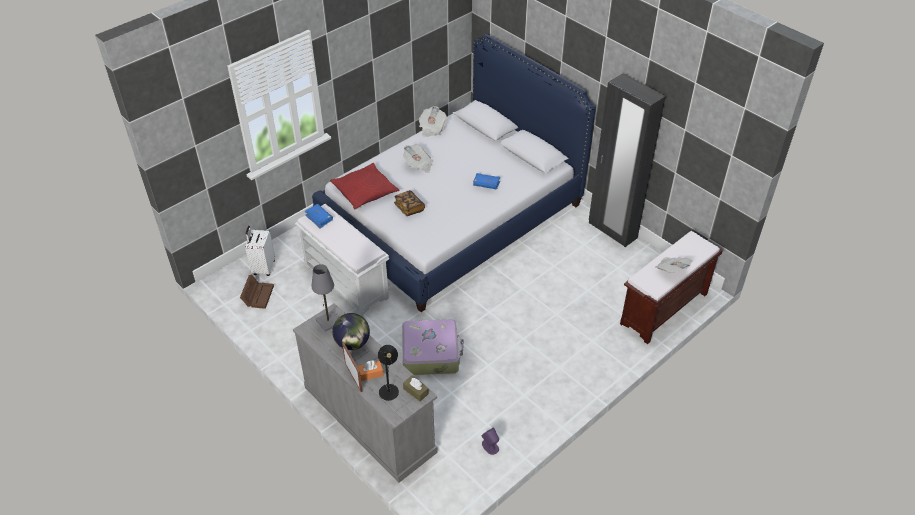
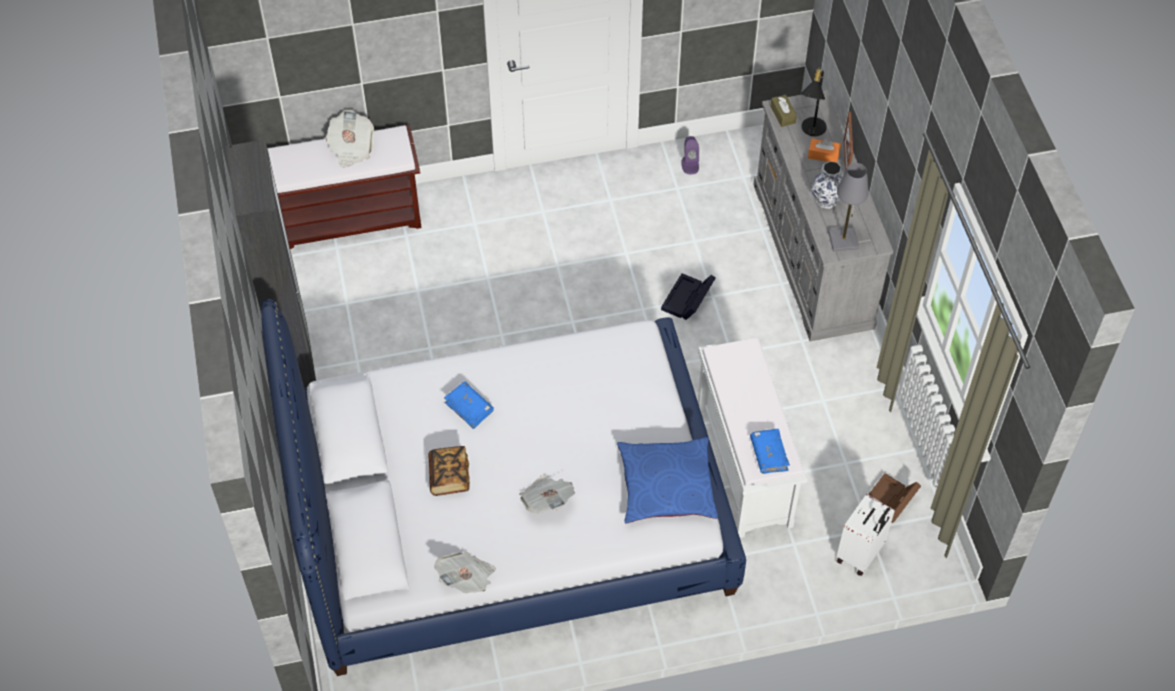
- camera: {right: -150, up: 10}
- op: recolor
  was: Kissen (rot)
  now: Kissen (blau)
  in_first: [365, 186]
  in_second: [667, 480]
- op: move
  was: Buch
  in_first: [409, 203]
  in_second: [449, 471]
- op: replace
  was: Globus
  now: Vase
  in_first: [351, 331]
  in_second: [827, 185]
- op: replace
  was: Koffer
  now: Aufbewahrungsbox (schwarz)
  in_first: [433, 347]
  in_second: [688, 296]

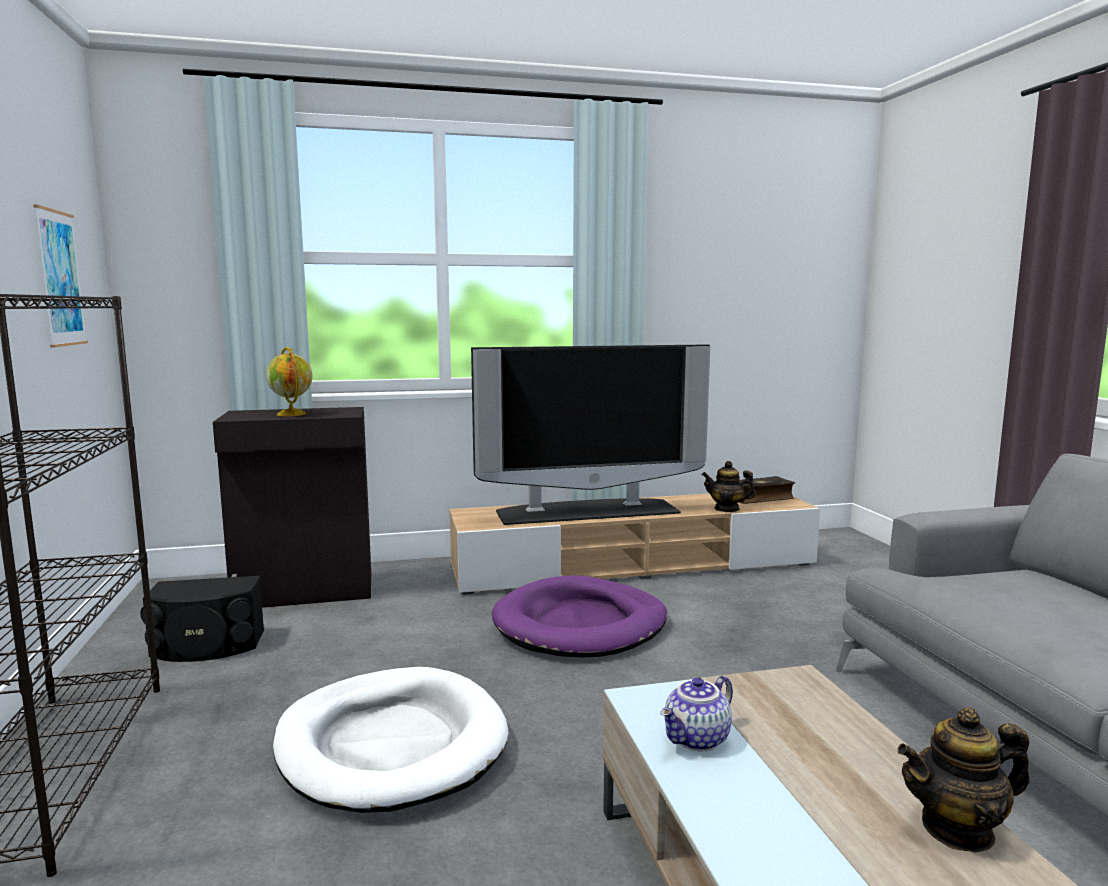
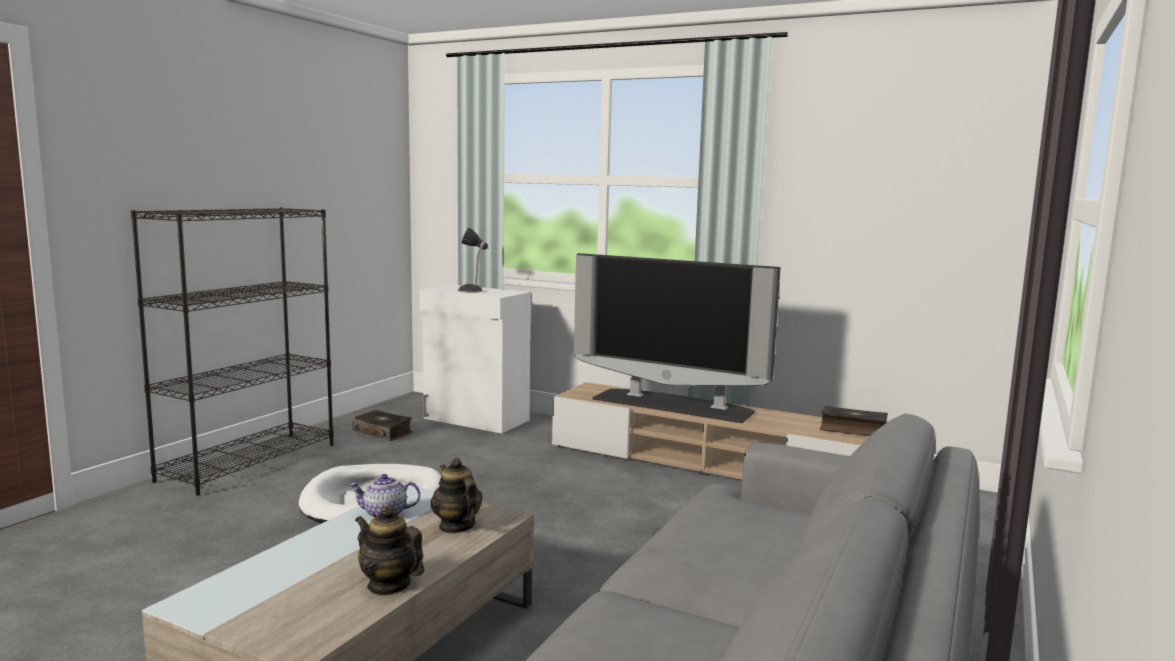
- camera: {right: 40, up: 0}
- op: delete
  was: Bild
  in_first: [61, 276]
- op: replace
  was: Globus
  now: Tischlampe
  in_first: [289, 381]
  in_second: [473, 260]
- op: recolor
  was: Schrank (schwarz)
  now: Schrank (weiß)
  in_first: [292, 507]
  in_second: [475, 359]
- op: move
  was: Teekanne
  in_first: [728, 486]
  in_second: [456, 495]
- op: delete
  was: Hundebett (lila)
  in_first: [579, 616]
- op: replace
  was: Lautsprecher (schwarz)
  now: Buch
  in_first: [202, 619]
  in_second: [382, 425]

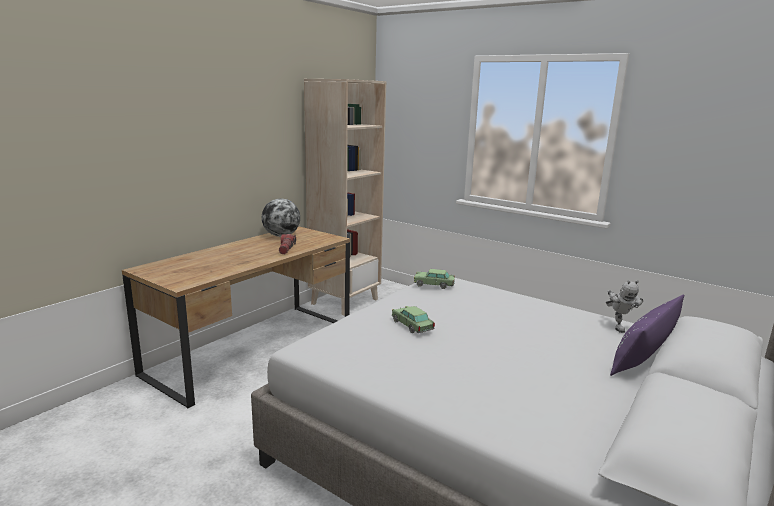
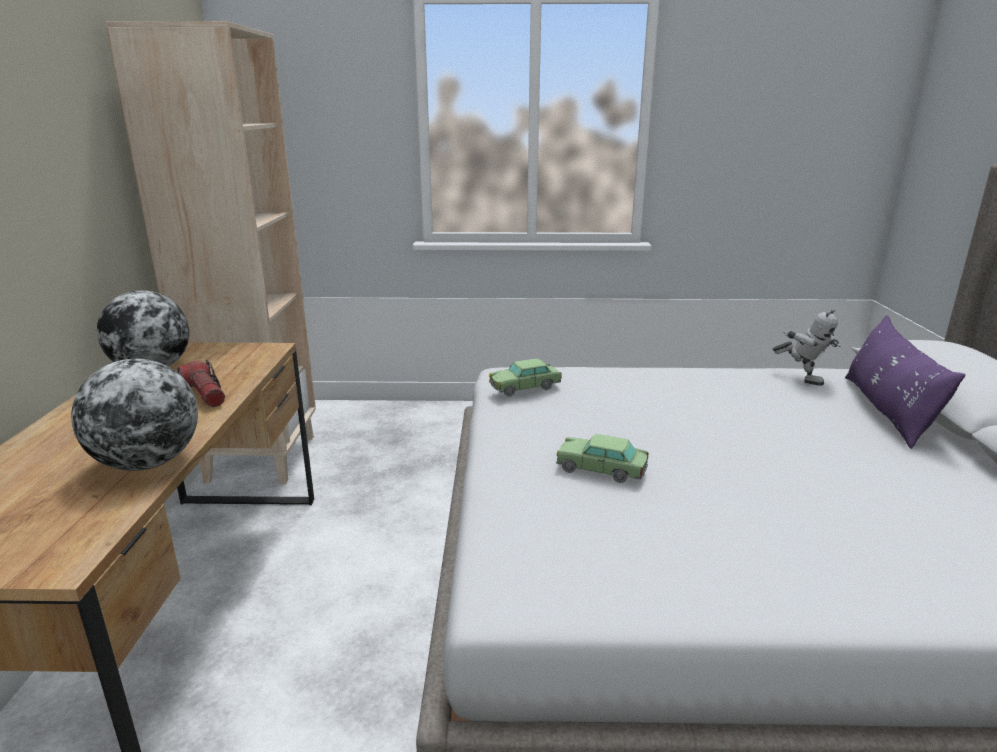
- camera: {right: -35, up: 5}
- op: insert
  now: Globus
  in_second: [134, 415]

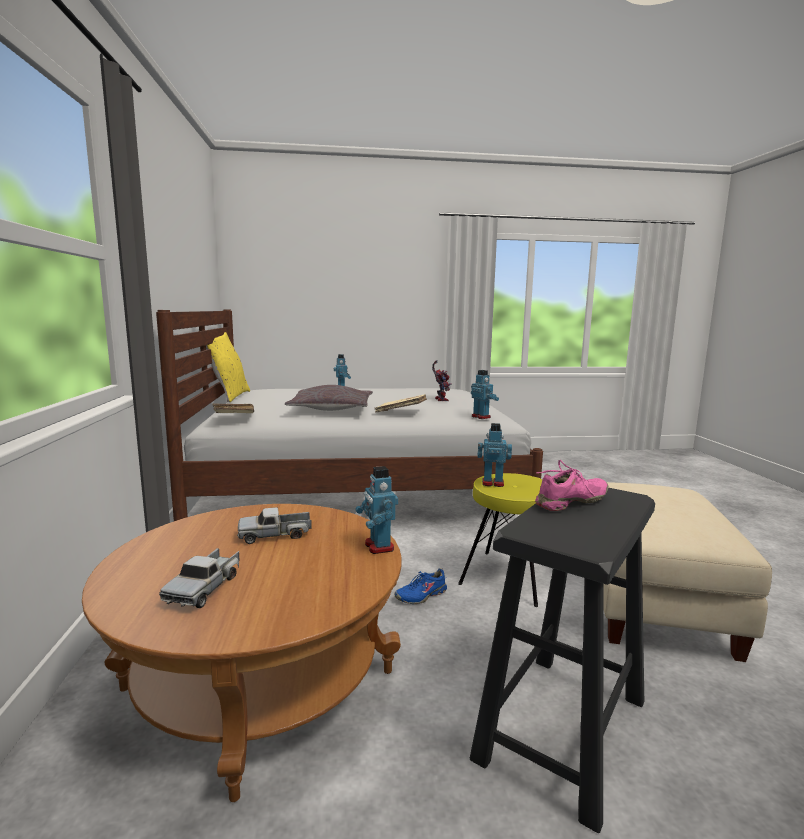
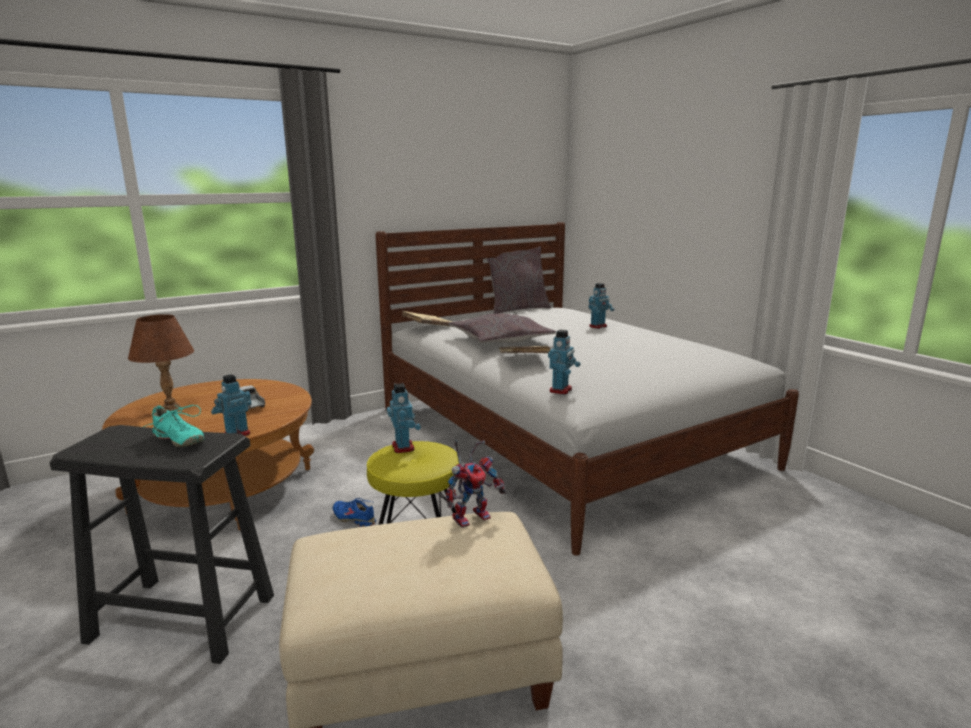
- camera: {right: 65, up: 5}
- op: recolor
  was: Kissen (gelb)
  now: Kissen (grau)
  in_first: [228, 367]
  in_second: [518, 280]
- op: move
  was: Spielzeugroboter
  in_first: [442, 380]
  in_second: [476, 484]
- op: recolor
  was: Schuh (rosa)
  now: Schuh (türkis)
  in_first: [571, 485]
  in_second: [173, 426]
- op: replace
  was: Spielzeuglaster
  now: Tischlampe (braun)
  in_first: [199, 578]
  in_second: [161, 362]

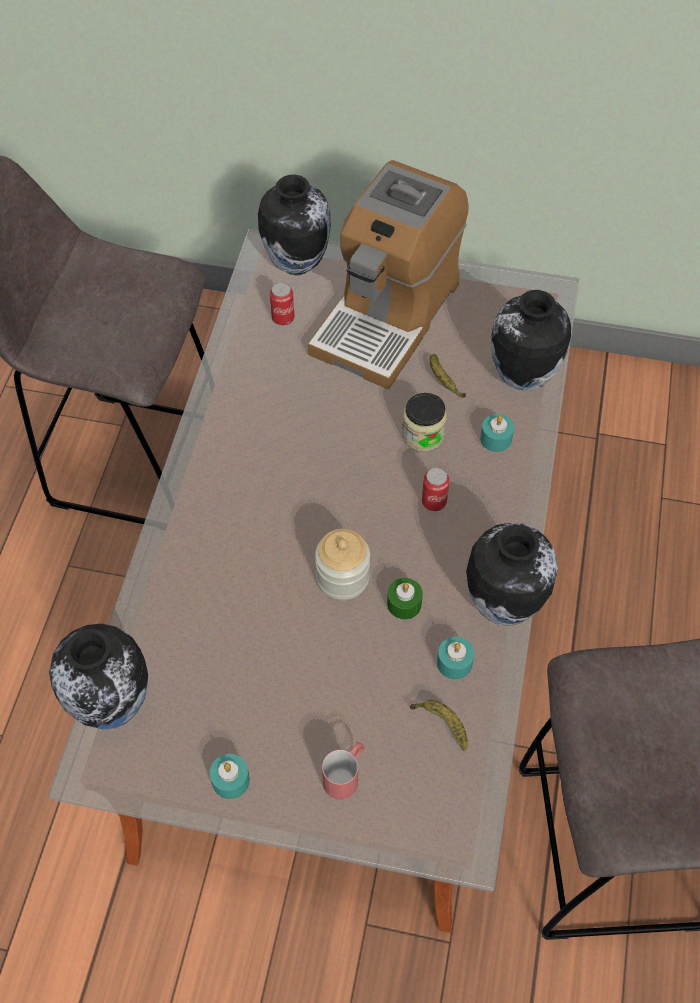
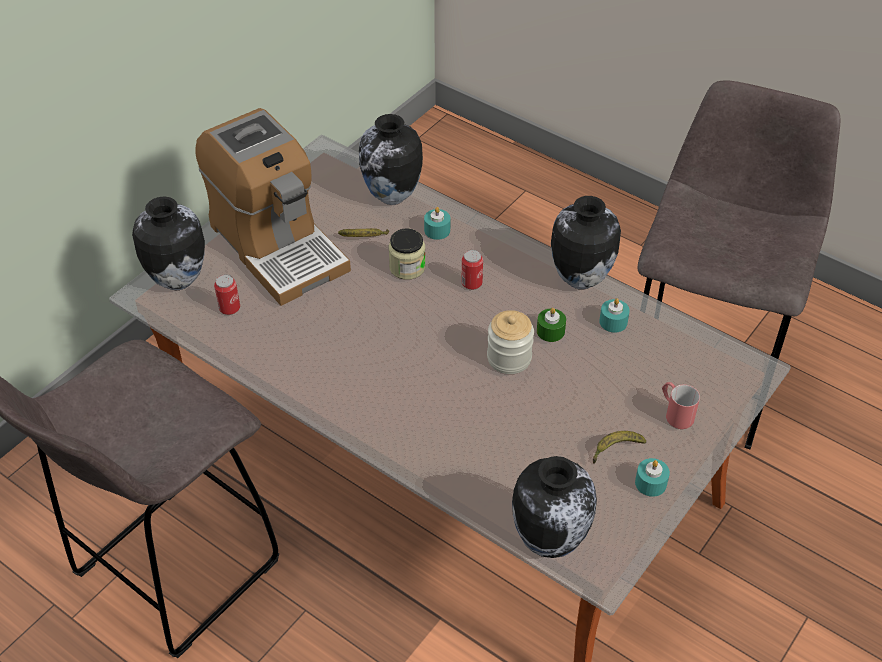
- camera: {right: -65, up: -10}
- op: move
  was: Banane
  in_first: [439, 725]
  in_second: [619, 447]

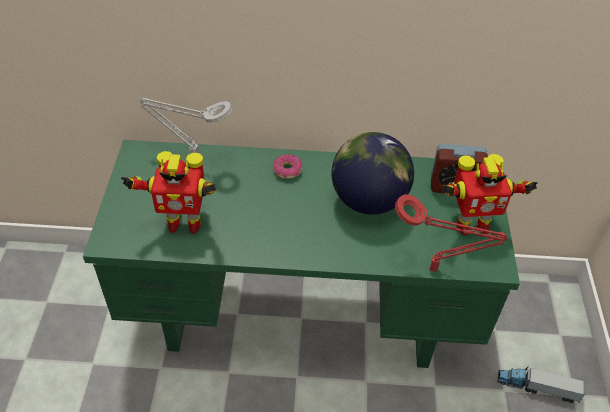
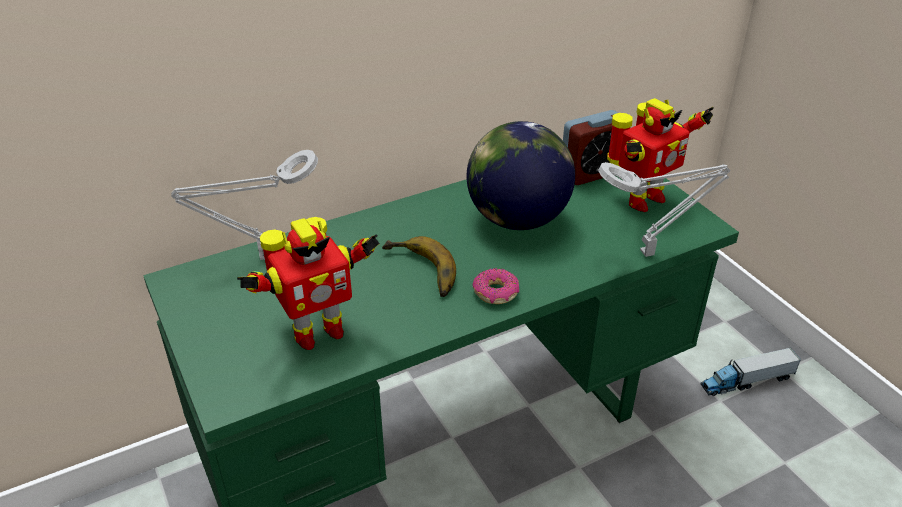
- camera: {right: -30, up: -10}
- op: move
  was: Donut
  in_first: [288, 166]
  in_second: [496, 286]
- op: recolor
  was: Tischlampe (rot)
  now: Tischlampe (grau)
  in_first: [451, 233]
  in_second: [664, 209]
- op: insert
  now: Banane
  in_second: [419, 266]

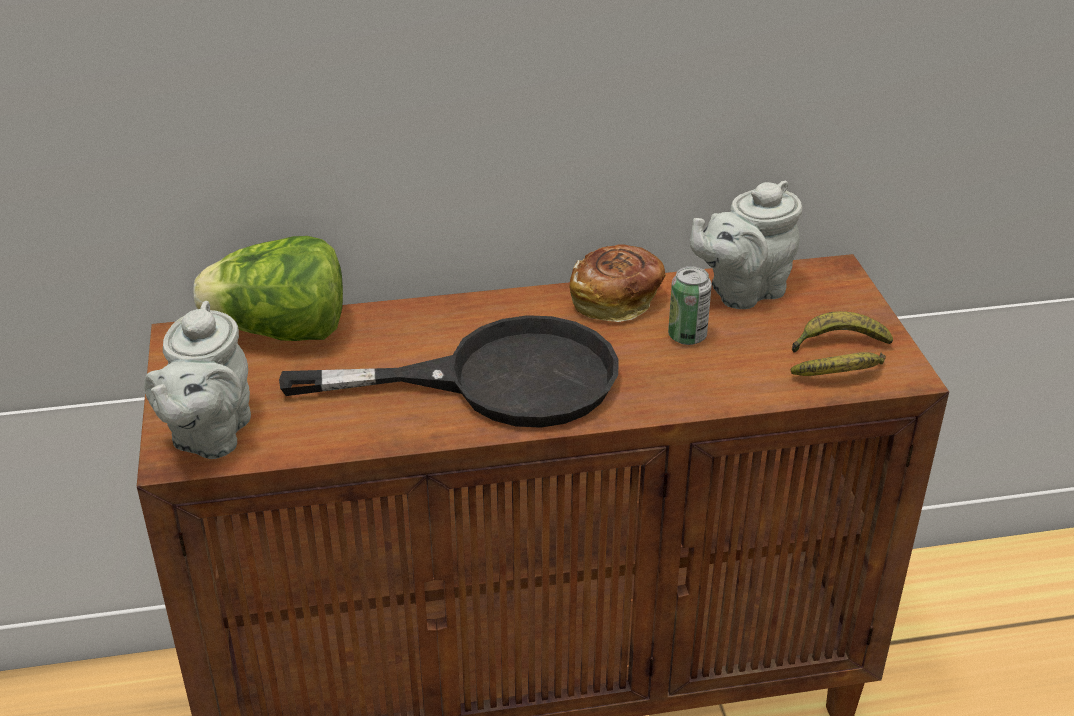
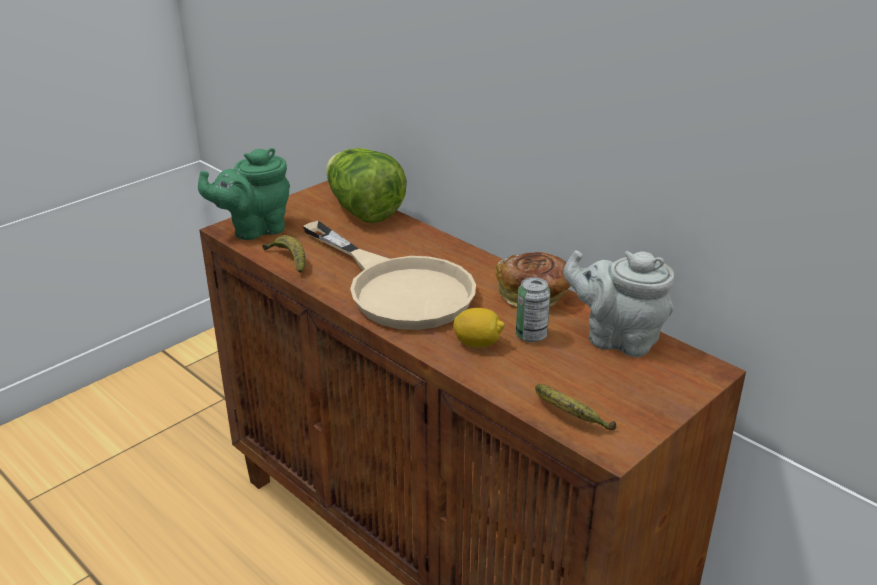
- camera: {right: 55, up: -5}
- op: recolor
  was: Teekanne (grau)
  now: Teekanne (grün)
  in_first: [197, 380]
  in_second: [244, 194]
- op: move
  was: Banane
  in_first: [842, 332]
  in_second: [283, 254]
- op: recolor
  was: Pfanne (schwarz)
  now: Pfanne (beige)
  in_first: [449, 371]
  in_second: [389, 275]
- op: insert
  now: Zitrone
  in_second: [479, 328]

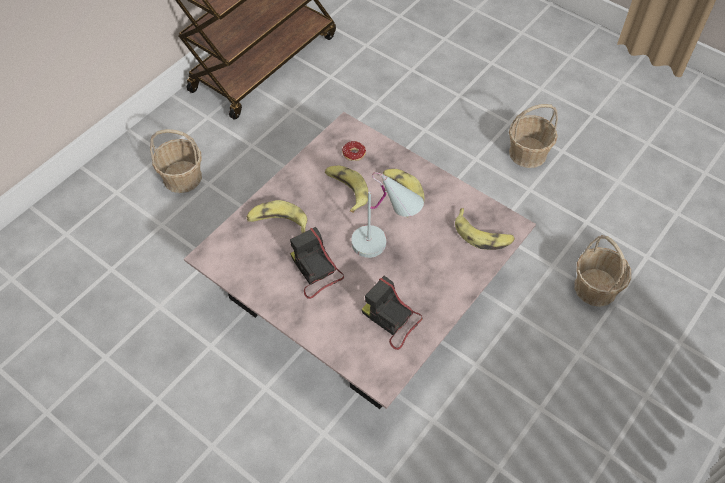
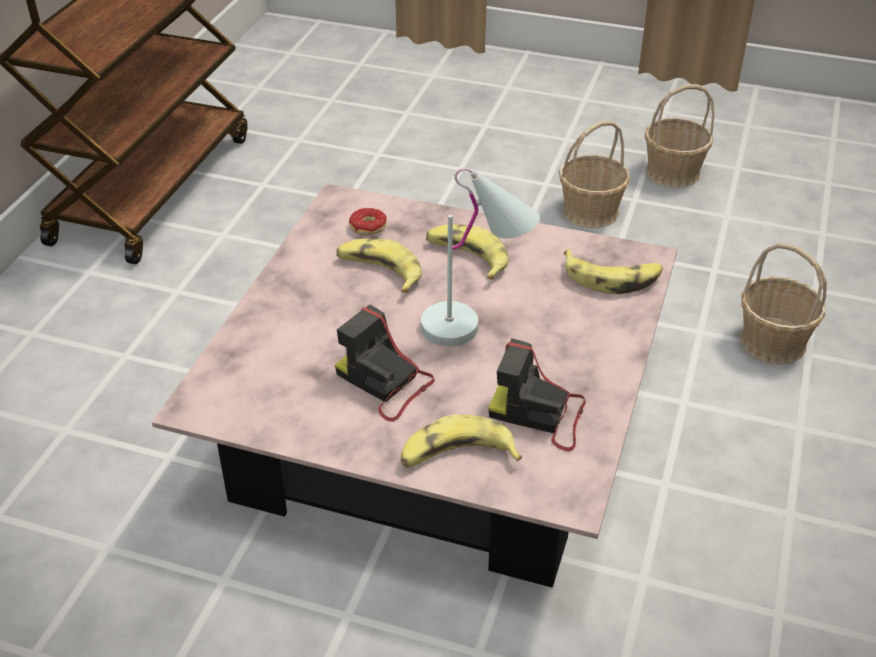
- camera: {right: -20, up: -15}
- op: move
  was: Korb
  in_first: [176, 161]
  in_second: [679, 136]
- op: move
  was: Banane
  in_first: [276, 216]
  in_second: [461, 441]

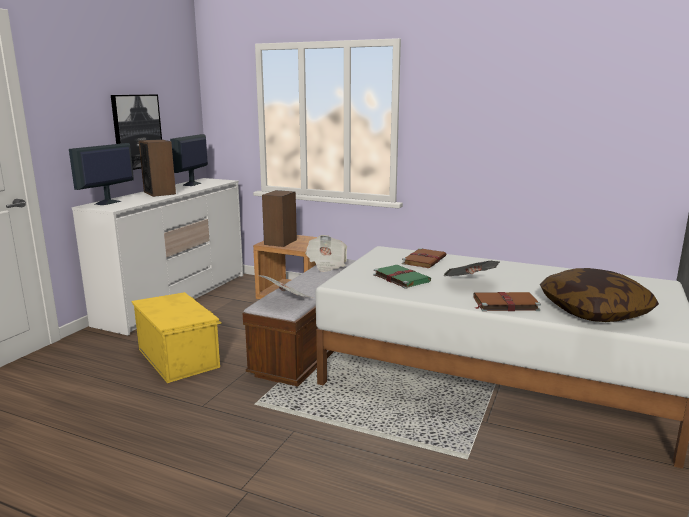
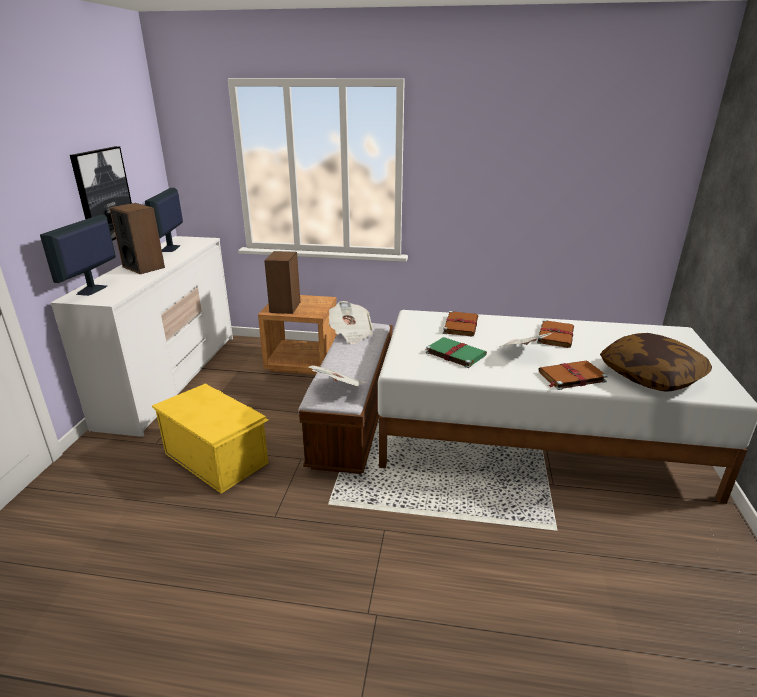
- camera: {right: -15, up: 10}
- op: insert
  now: Buch (braun)
  in_second: [555, 334]

